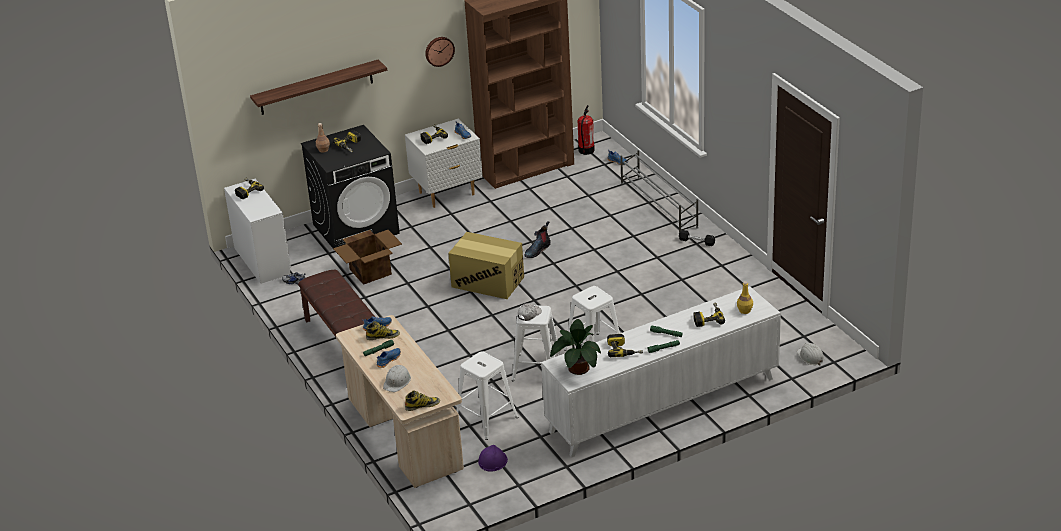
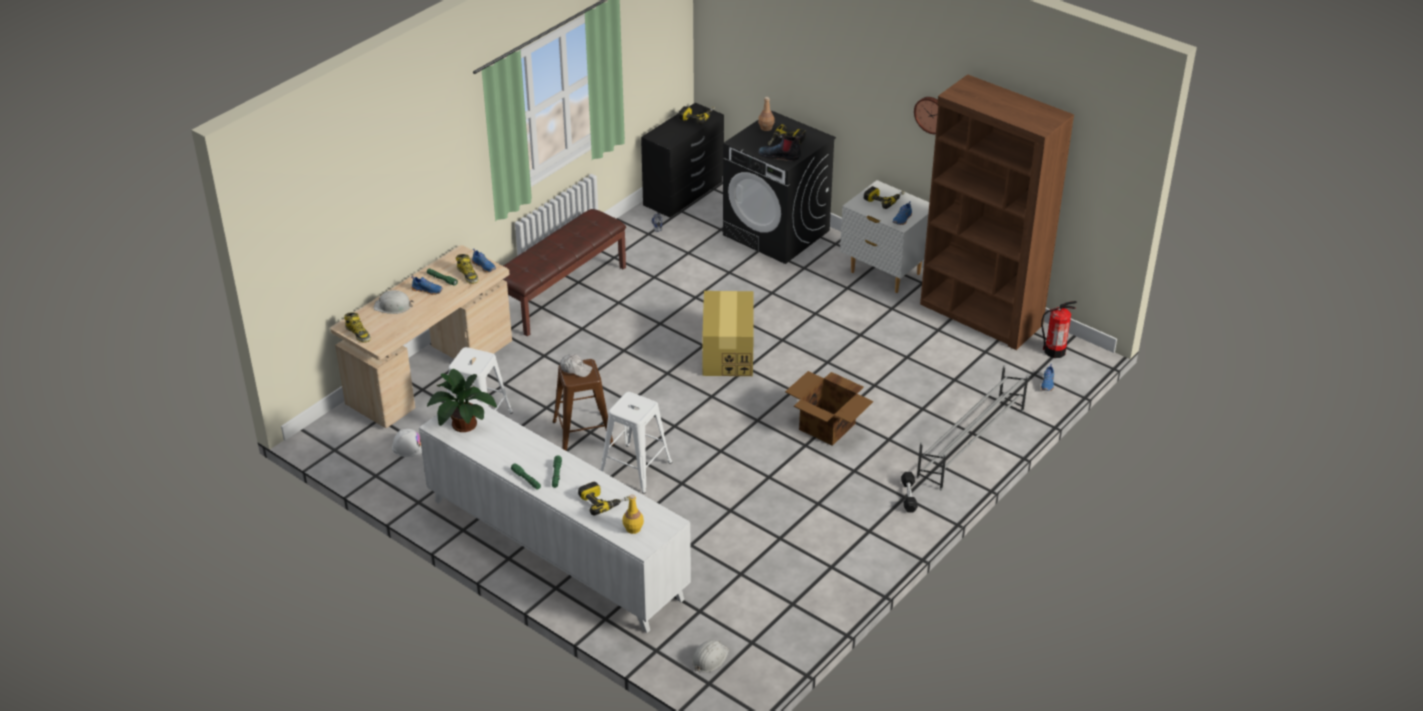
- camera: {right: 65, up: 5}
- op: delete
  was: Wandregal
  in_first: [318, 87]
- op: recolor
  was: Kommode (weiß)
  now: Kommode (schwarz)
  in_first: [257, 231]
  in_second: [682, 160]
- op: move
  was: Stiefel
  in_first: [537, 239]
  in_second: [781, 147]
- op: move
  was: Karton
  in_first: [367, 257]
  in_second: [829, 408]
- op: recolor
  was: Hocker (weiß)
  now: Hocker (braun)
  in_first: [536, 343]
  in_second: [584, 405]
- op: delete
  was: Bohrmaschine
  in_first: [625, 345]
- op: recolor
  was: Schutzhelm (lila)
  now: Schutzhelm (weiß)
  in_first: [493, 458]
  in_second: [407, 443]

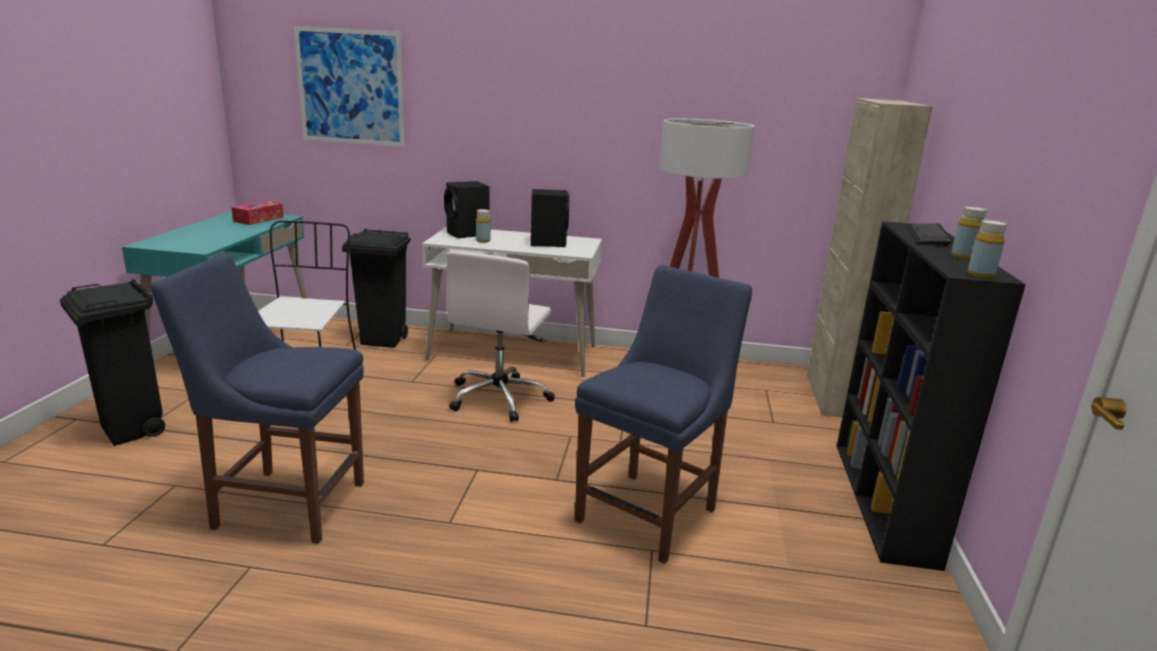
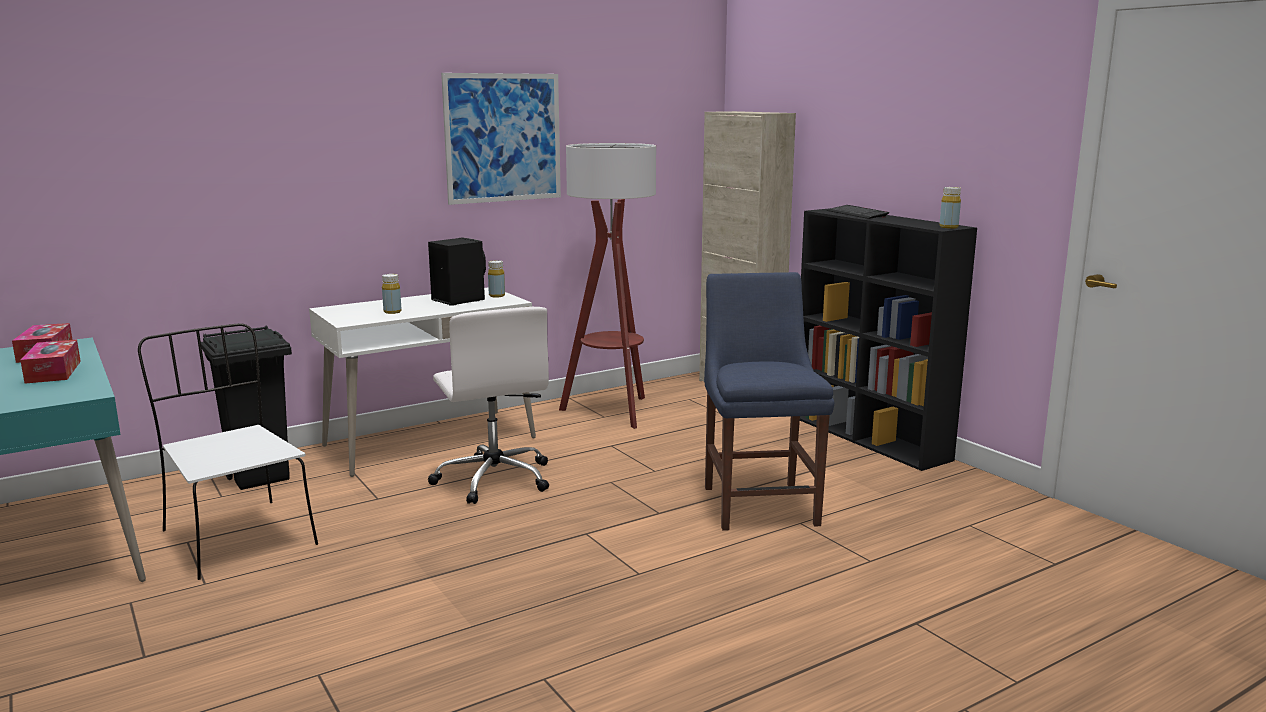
- camera: {right: -40, up: -5}
- op: move
  was: Bild
  in_first: [349, 86]
  in_second: [501, 139]
- op: delete
  was: Lautsprecher (schwarz)
  in_first: [467, 209]
- op: move
  was: Flasche (gelb)
  in_first: [969, 233]
  in_second: [496, 279]
- op: delete
  was: Stuhl (blau)
  in_first: [257, 399]
- op: delete
  was: Mülleimer (schwarz)
  in_first: [113, 362]
- op: insert
  now: Taschentuchbox
  in_second: [50, 362]

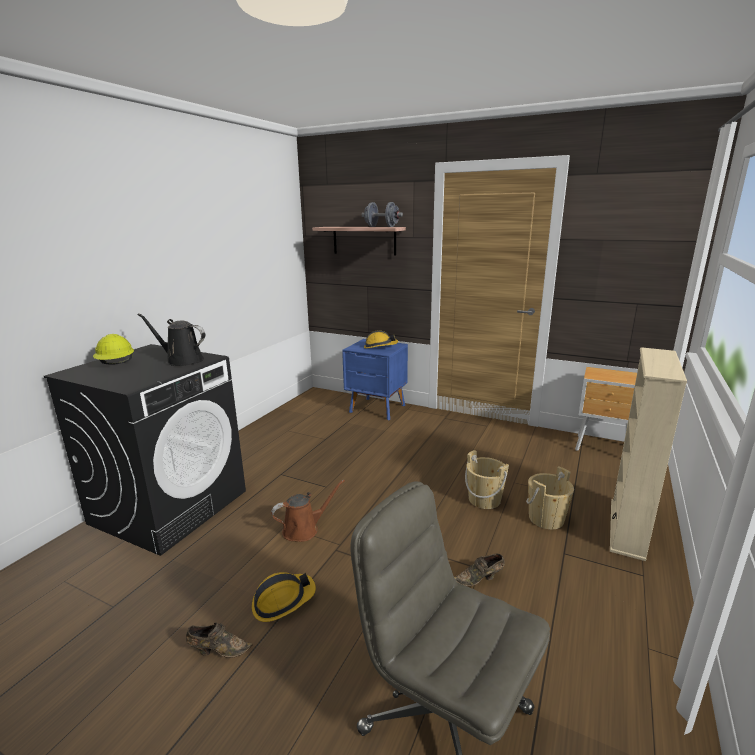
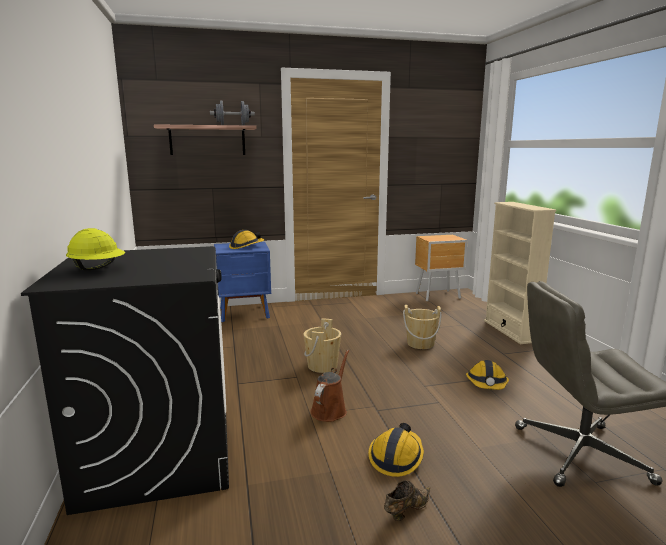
- camera: {right: -40, up: -5}
- op: delete
  was: Gießkanne (schwarz)
  in_first: [171, 340]
- op: move
  was: Eimer (beige)
  in_first: [550, 497]
  in_second: [322, 346]
- op: replace
  was: Schuh (braun)
  now: Schutzhelm
  in_first: [479, 569]
  in_second: [487, 375]

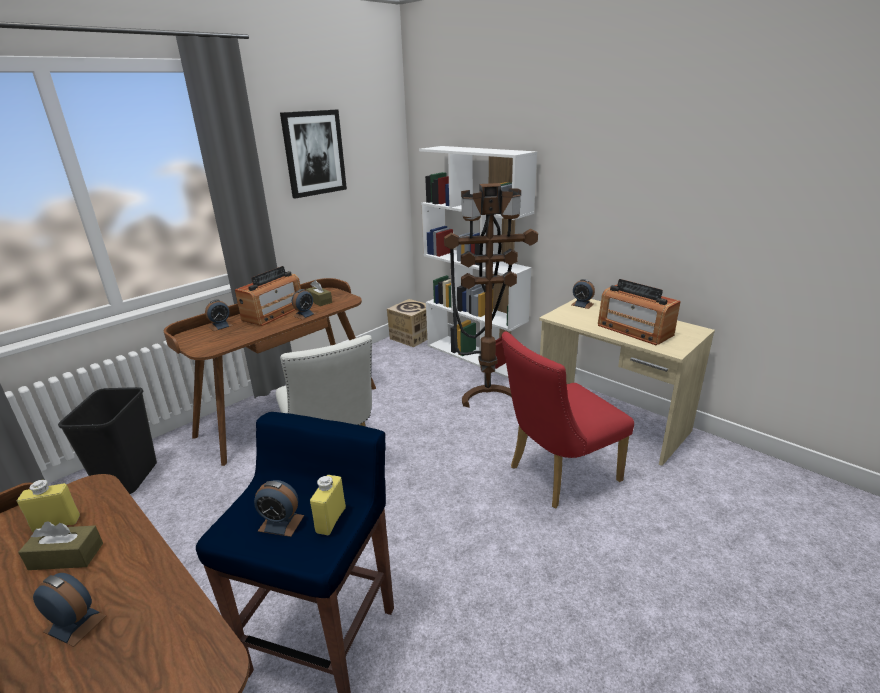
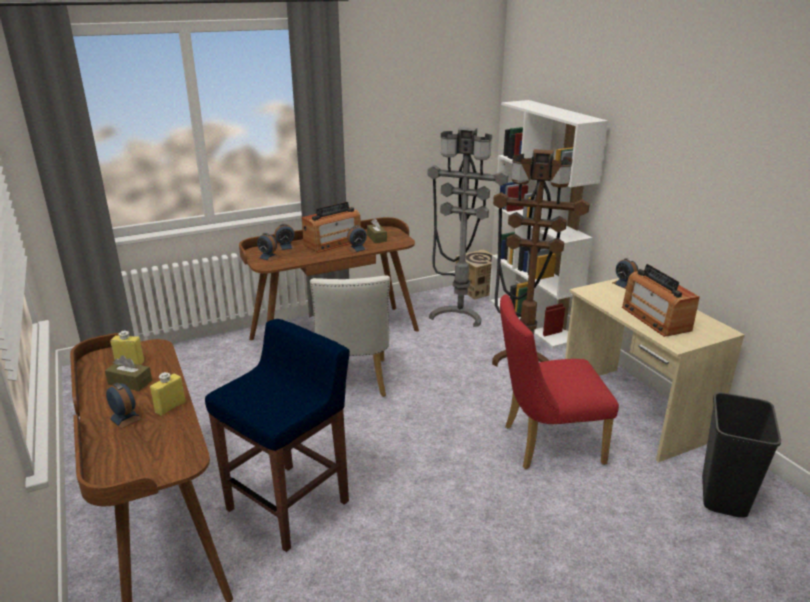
- camera: {right: 20, up: 0}
- op: delete
  was: Bild
  in_first: [313, 154]
- op: move
  was: Mülleimer (schwarz)
  in_first: [107, 440]
  in_second: [741, 455]
- op: move
  was: Flasche (gelb)
  in_first: [328, 505]
  in_second: [168, 394]
- op: move
  was: Wecker
  in_first: [279, 508]
  in_second: [268, 247]
- op: insert
  now: Stehlampe (grau)
  in_second: [468, 227]

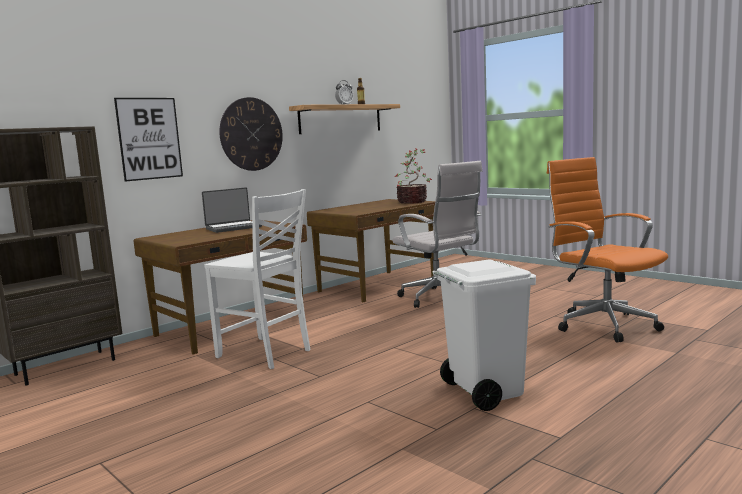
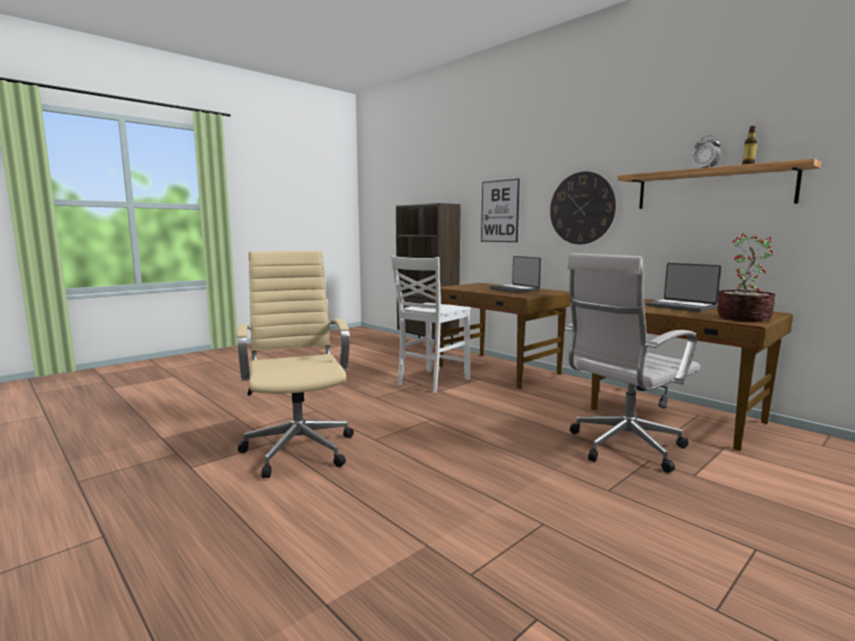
- camera: {right: 90, up: 0}
- op: delete
  was: Bürostuhl (orange)
  in_first: [607, 250]
- op: replace
  was: Mülleimer (weiß)
  now: Bürostuhl (beige)
  in_first: [484, 335]
  in_second: [295, 364]
- op: insert
  now: Laptop
  in_second: [683, 287]

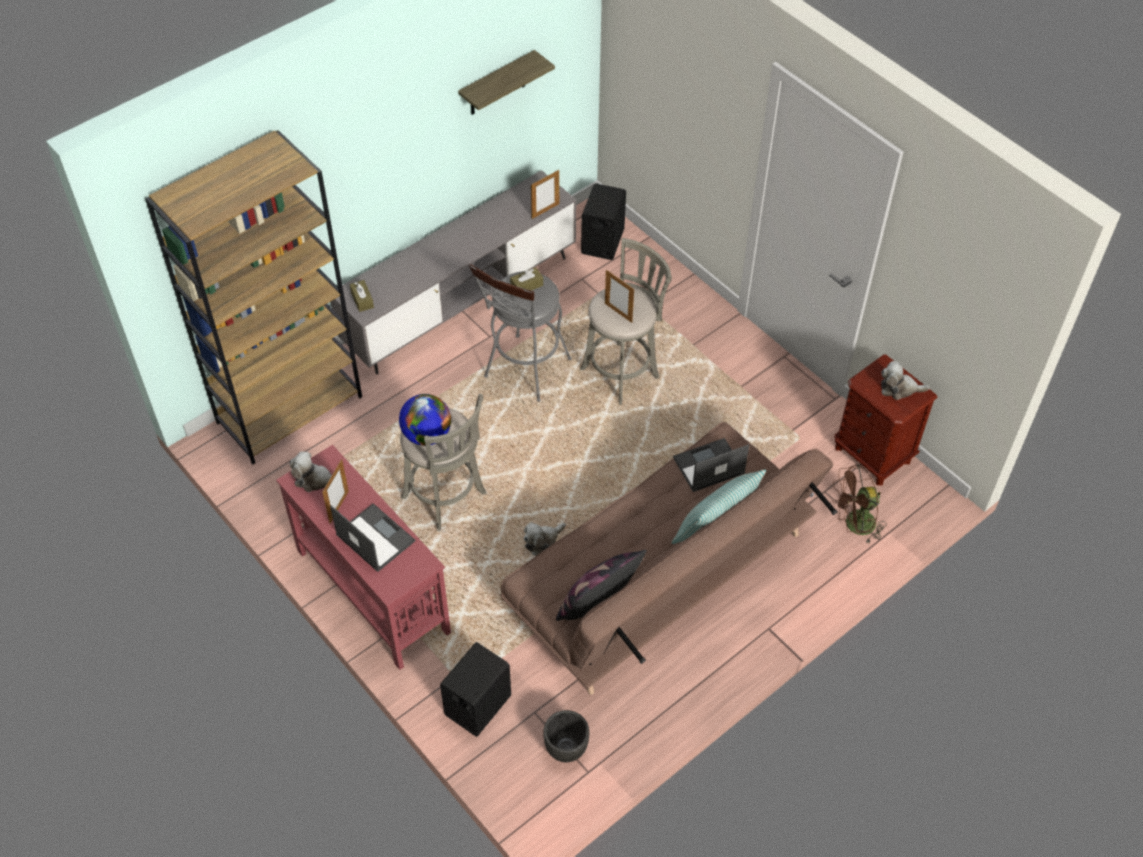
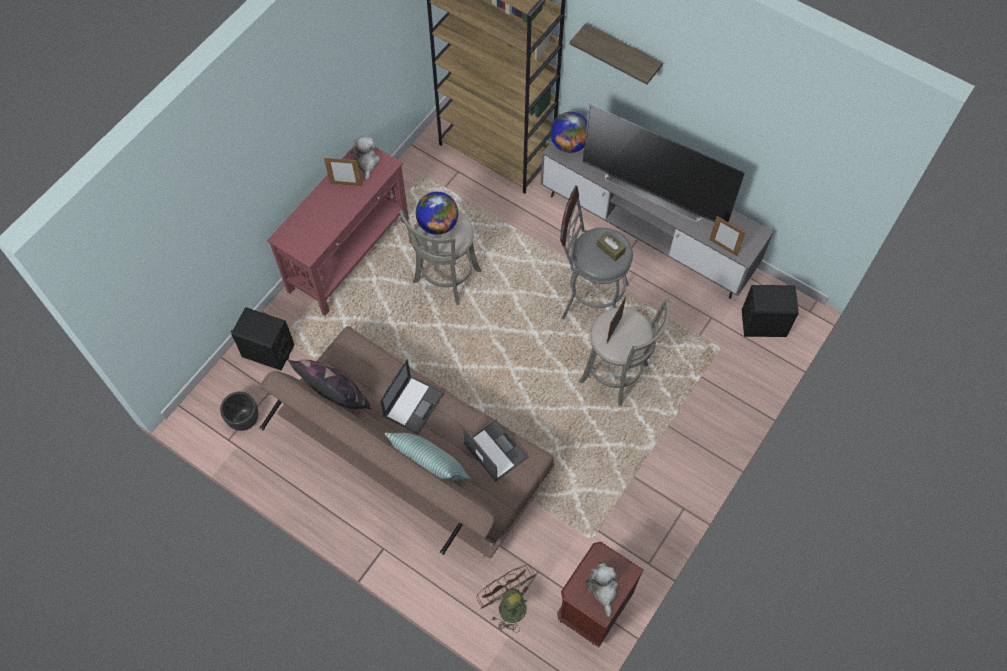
- camera: {right: 75, up: 10}
- op: move
  was: Wandregal
  in_first: [506, 82]
  in_second: [616, 54]
- op: replace
  was: Taschentuchbox (braun)
  now: Globus
  in_first: [362, 296]
  in_second: [568, 132]
- op: move
  was: Laptop
  in_first: [373, 537]
  in_second: [412, 396]
- op: delete
  was: Plüschtier
  in_first: [545, 539]
- op: insert
  now: Fernseher
  in_second: [664, 163]

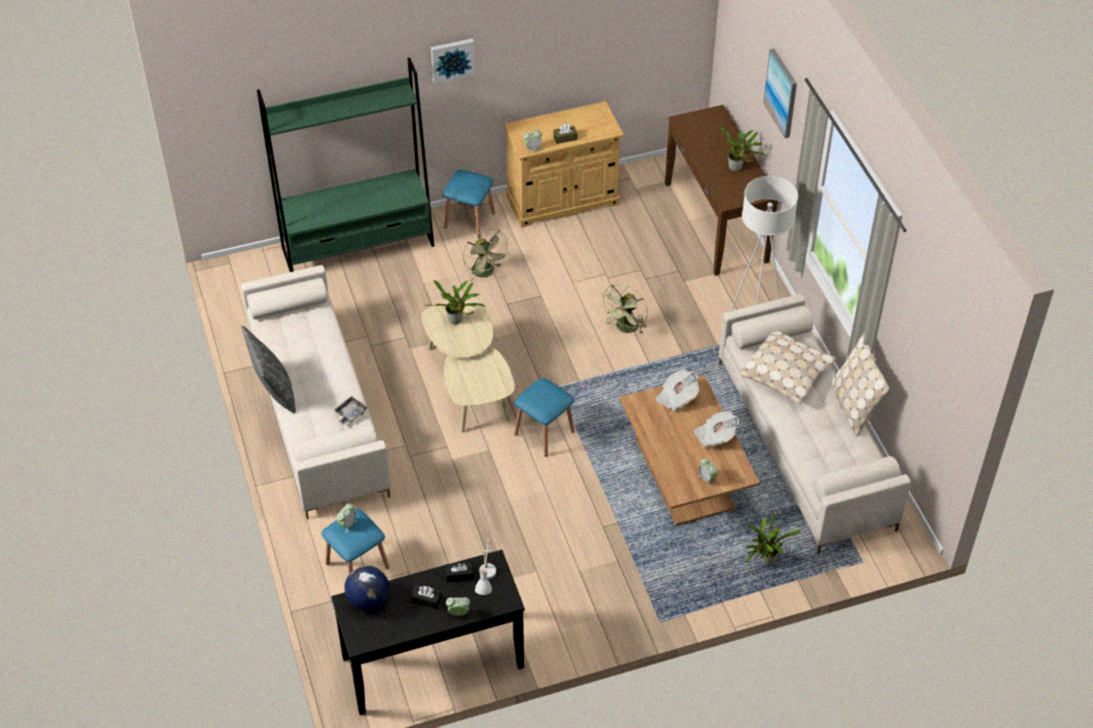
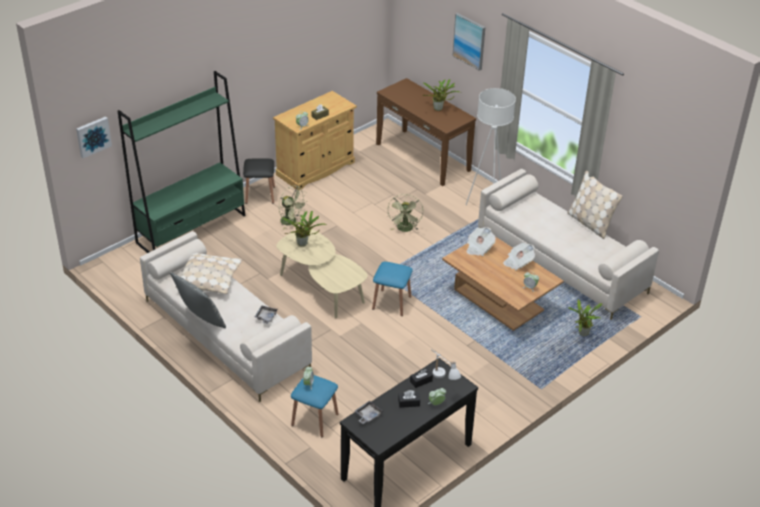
- camera: {right: -25, up: -10}
- op: move
  was: Bild
  in_first: [453, 61]
  in_second: [94, 137]
- op: recolor
  was: Hocker (blau)
  now: Hocker (schwarz)
  in_first: [469, 204]
  in_second: [259, 181]
- op: move
  was: Kissen (beige)
  in_first: [787, 367]
  in_second: [209, 273]
- op: replace
  was: Globus
  now: Tablett (grau)
  in_first: [366, 588]
  in_second: [369, 412]

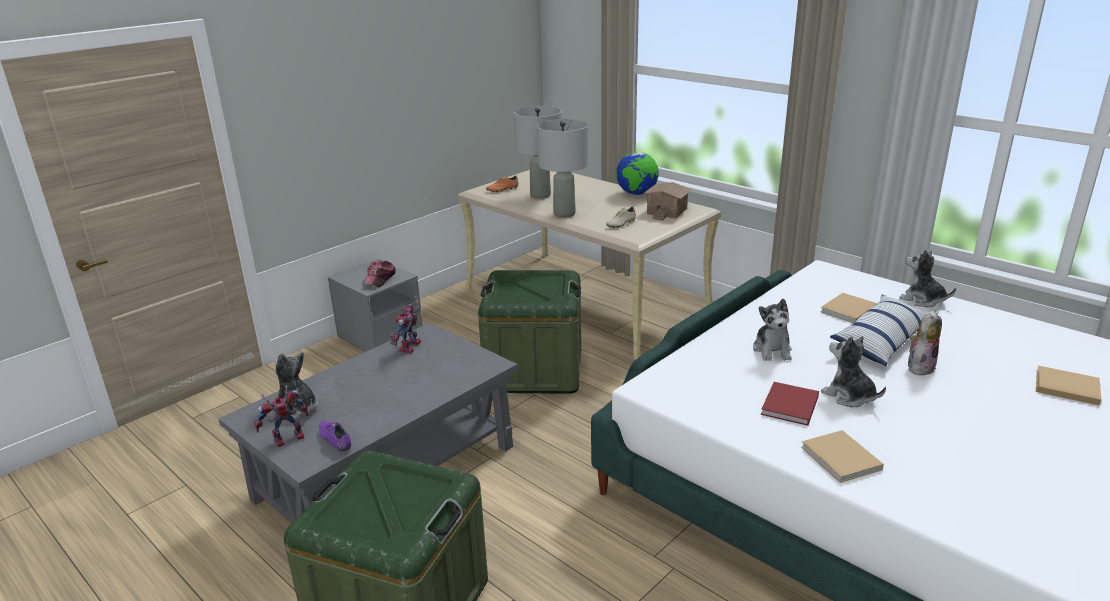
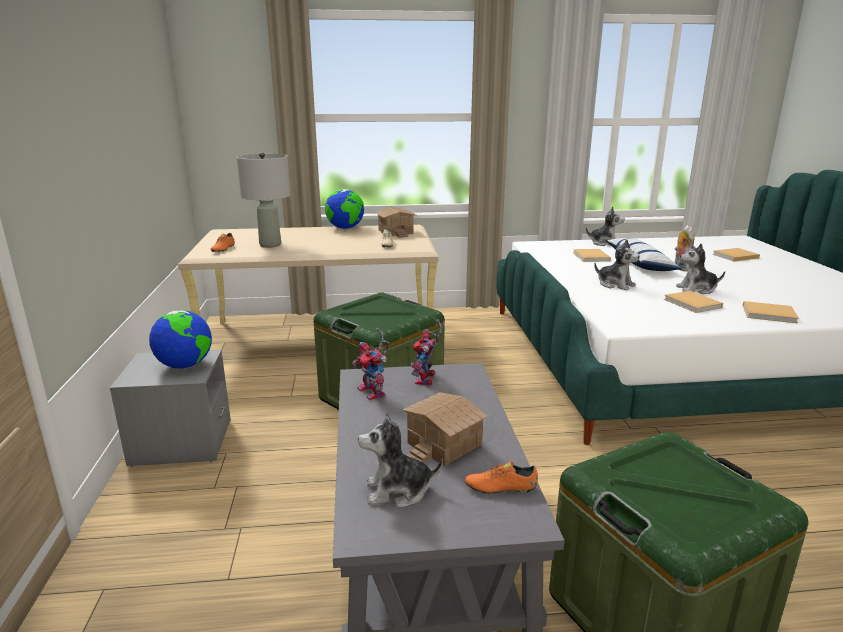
- camera: {right: -50, up: -5}
- op: delete
  was: Tischlampe (grau)
  in_first: [563, 168]
- op: rotate
  was: Plüschtier
  in_first: [927, 278]
  in_second: [605, 226]
  clockwise: -150
- op: replace
  was: Kappe
  now: Globus
  in_first: [379, 273]
  in_second: [180, 339]
- op: recolor
  was: Buch (rot)
  now: Buch (beige)
  in_first: [790, 404]
  in_second: [693, 302]
- op: move
  was: Spielzeugroboter
  in_first: [281, 416]
  in_second: [426, 352]
- op: recolor
  was: Schuh (lila)
  now: Schuh (orange)
  in_first: [335, 436]
  in_second: [501, 478]
- op: insert
  now: Spielzeughaus
  in_second: [445, 429]

